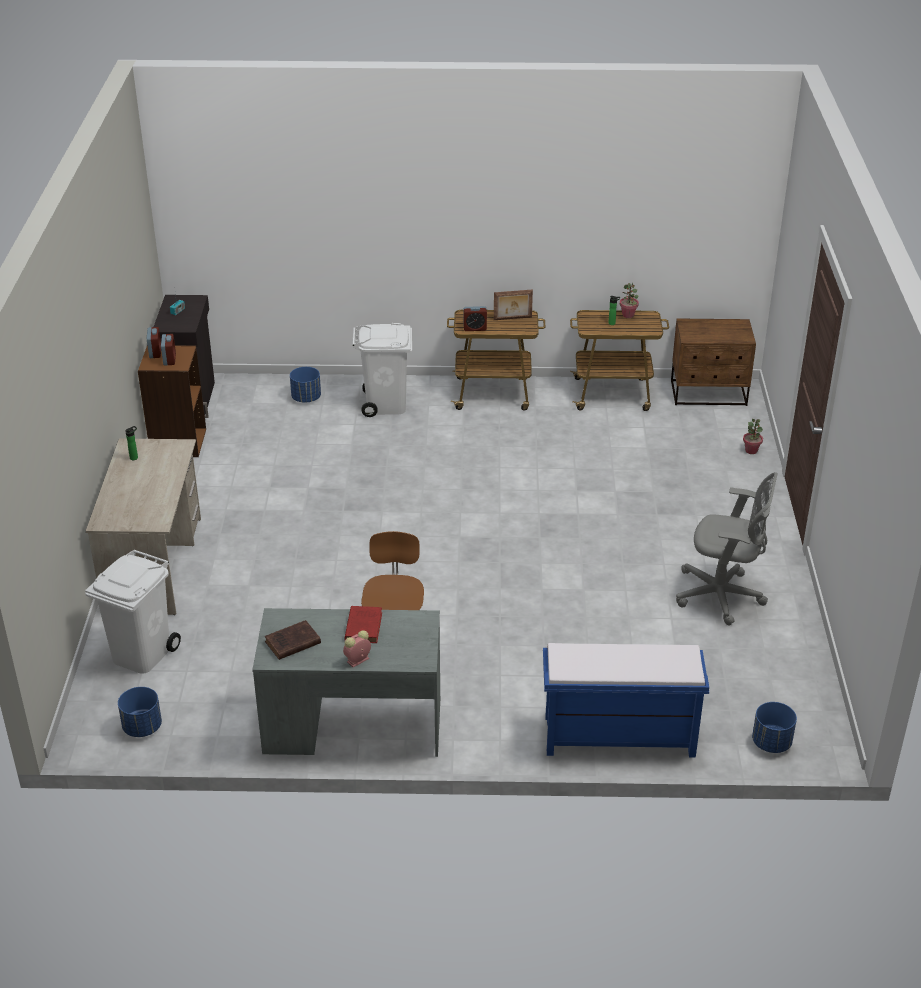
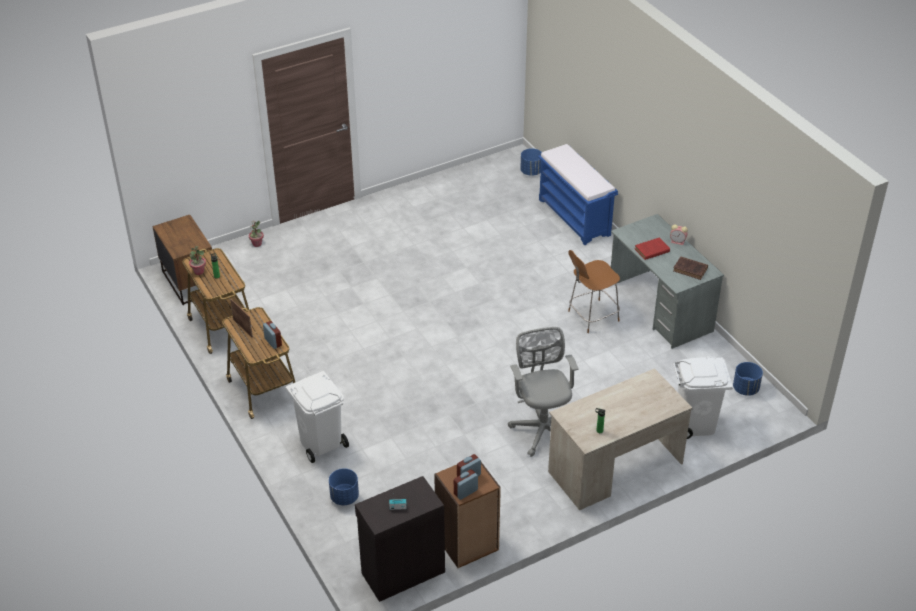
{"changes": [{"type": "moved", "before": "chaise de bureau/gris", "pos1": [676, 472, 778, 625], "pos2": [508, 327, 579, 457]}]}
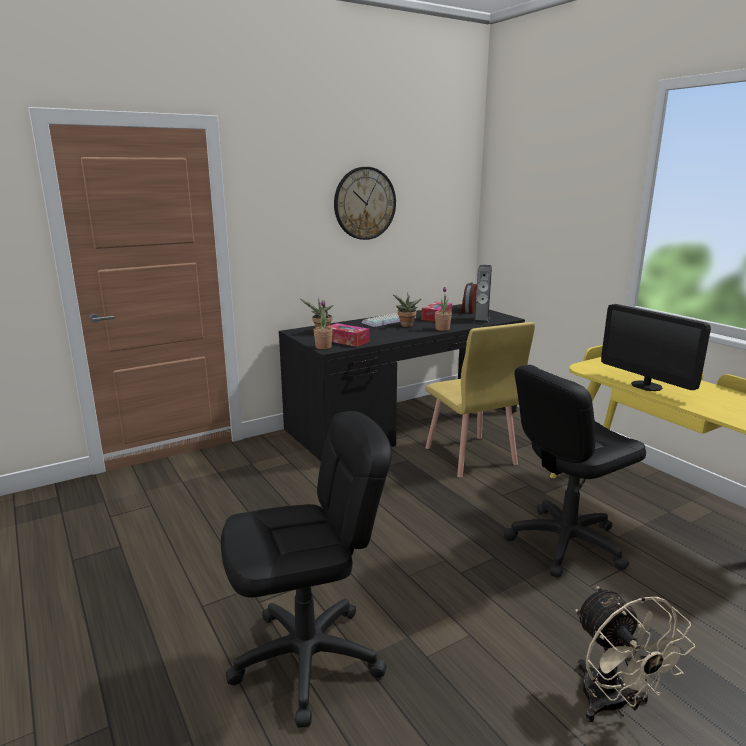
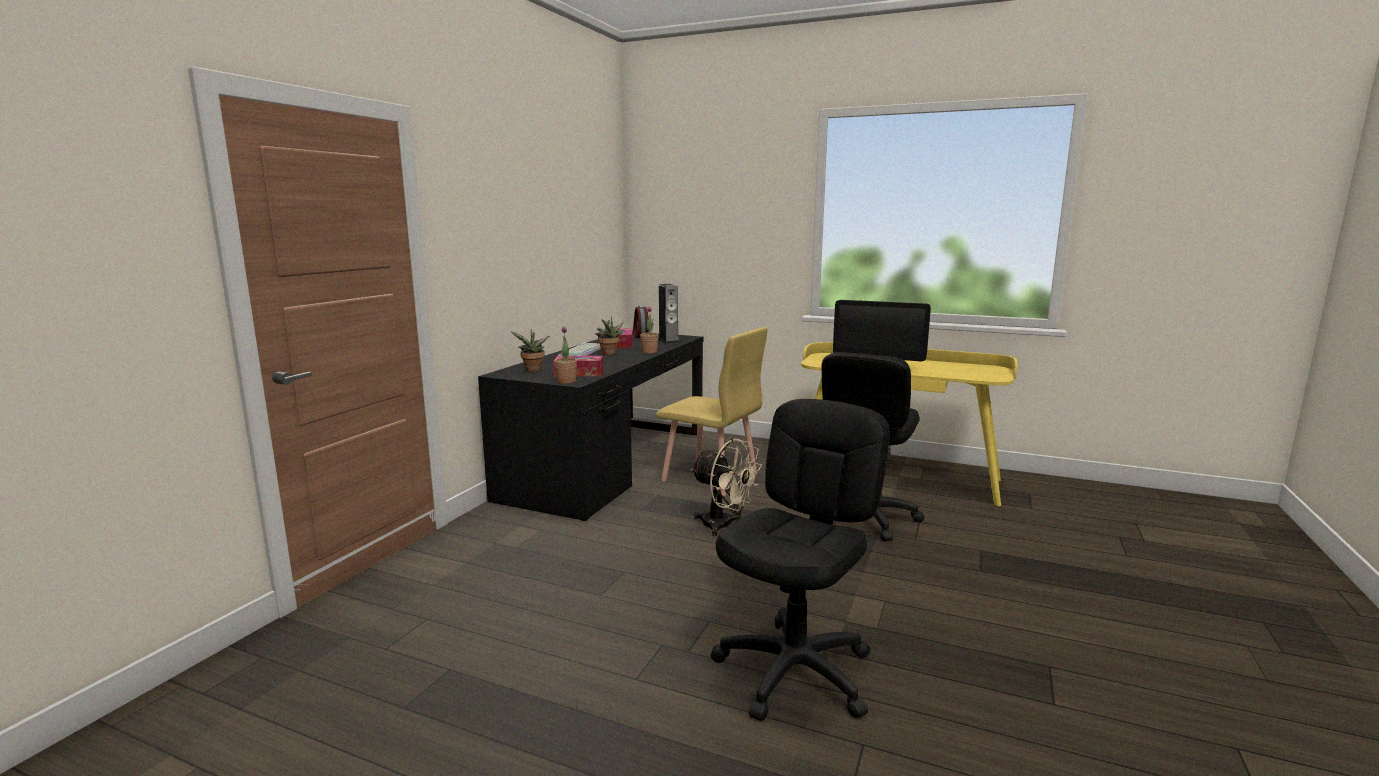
{"changes": [{"type": "moved", "before": "ventilateur/beige", "pos1": [575, 586, 695, 722], "pos2": [691, 439, 762, 536]}, {"type": "removed", "before": "horloge murale", "pos1": [334, 167, 396, 240]}]}
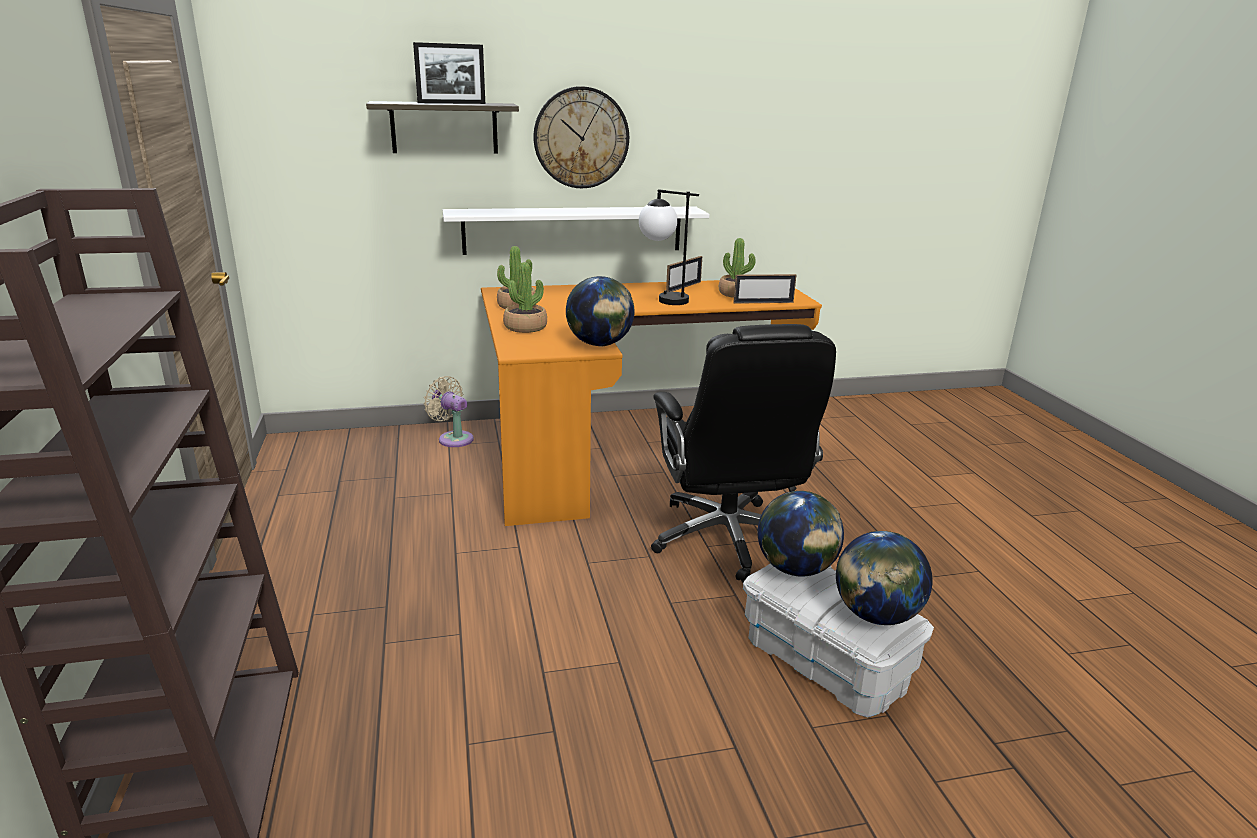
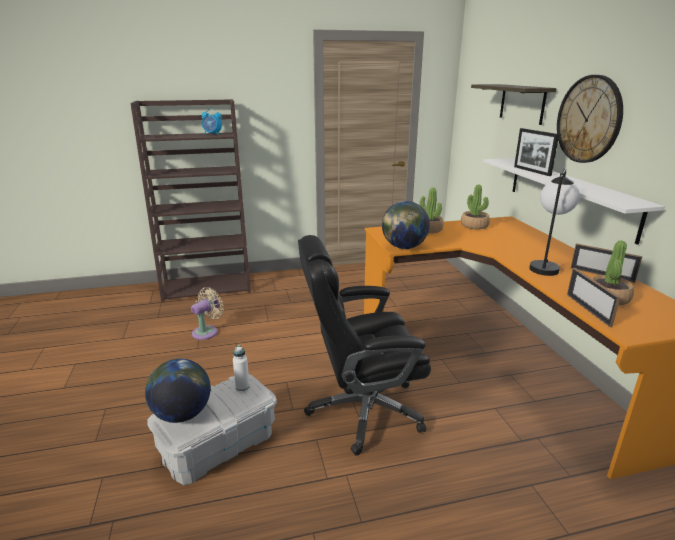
{"changes": [{"type": "moved", "before": "ventilateur/beige", "pos1": [424, 376, 474, 447], "pos2": [191, 287, 224, 340]}, {"type": "added", "after": "réveil", "pos2": [202, 109, 222, 135]}, {"type": "replaced", "before": "globe", "after": "bouteille/blanc", "pos1": [758, 491, 844, 577], "pos2": [233, 345, 250, 391]}, {"type": "moved", "before": "cadre photo", "pos1": [413, 42, 485, 104], "pos2": [514, 128, 559, 176]}]}
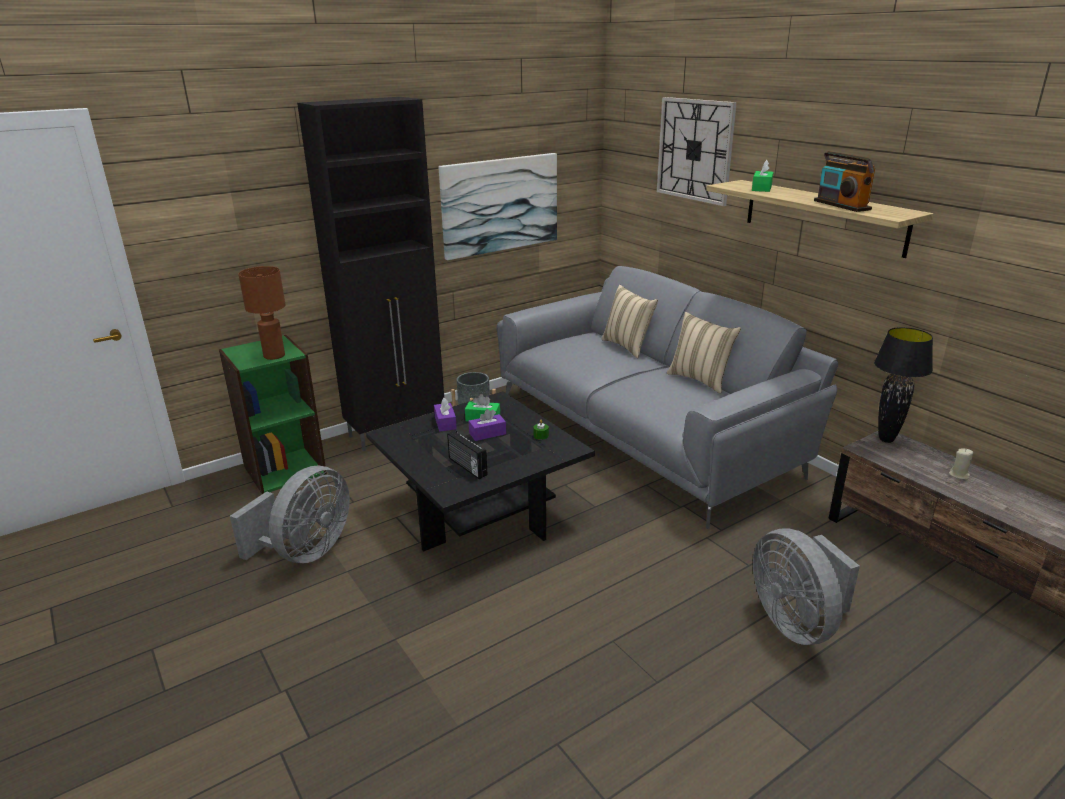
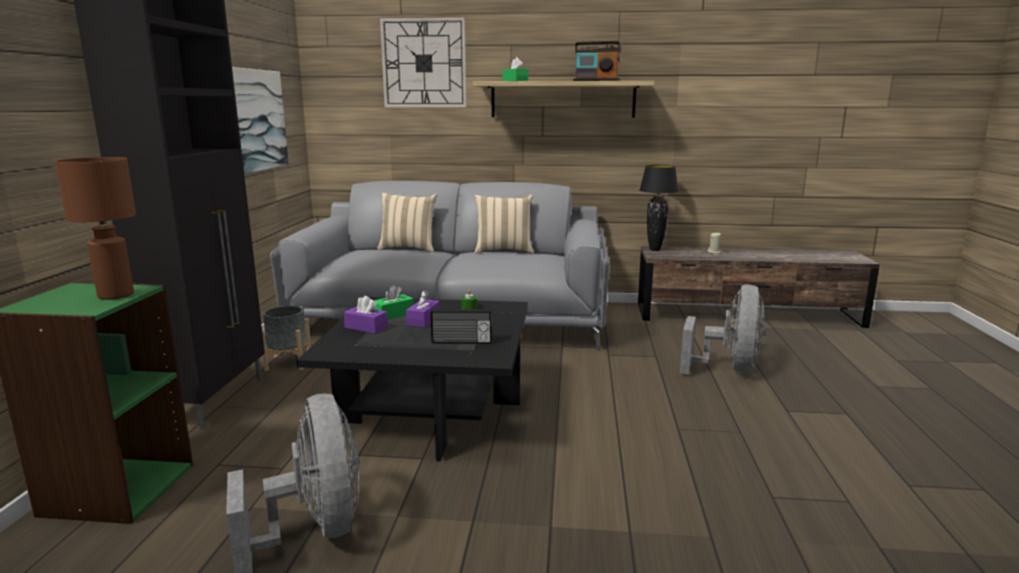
{"changes": [{"type": "turned", "before": "ventilateur/gris", "pos1": [753, 528, 860, 645], "pos2": [680, 285, 766, 374], "turn": -90}]}
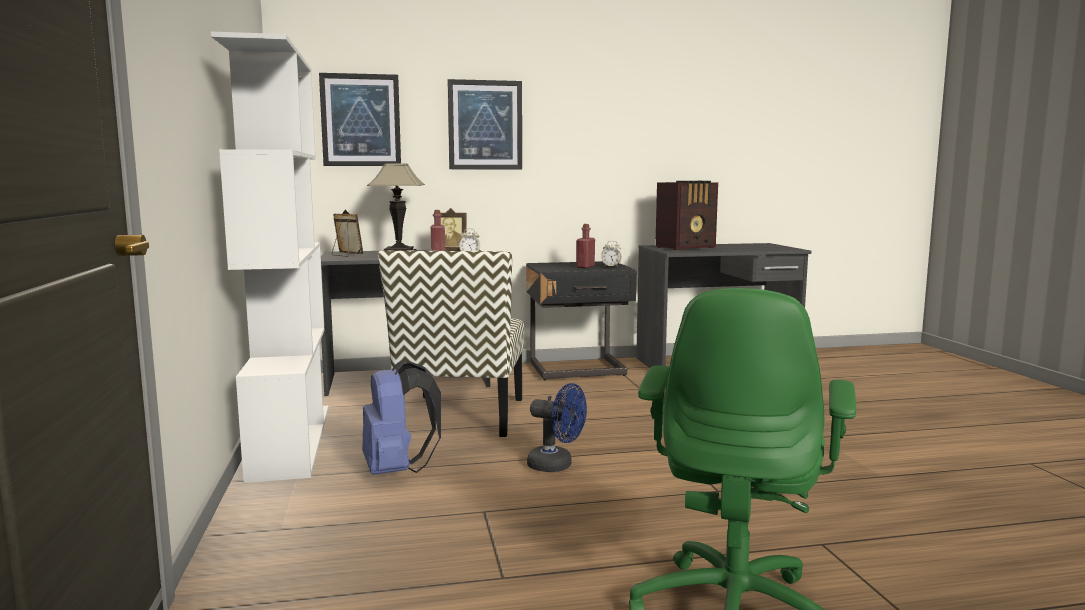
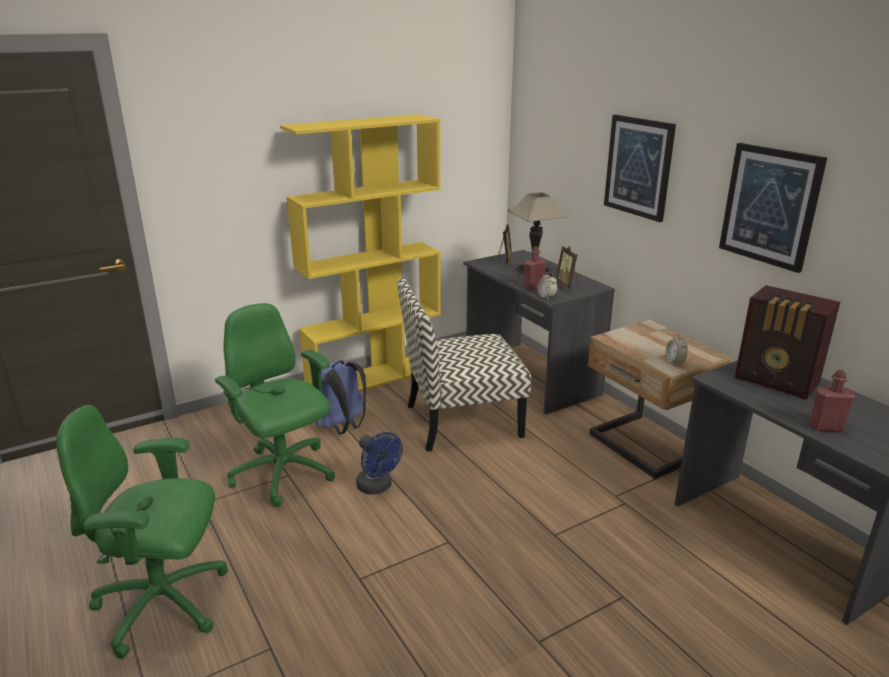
{"changes": [{"type": "added", "after": "chaise de bureau/vert", "pos2": [215, 303, 335, 507]}, {"type": "recoloured", "before": "bibliothèque/blanc", "after": "bibliothèque/jaune", "pos1": [211, 32, 329, 483], "pos2": [280, 114, 441, 391]}, {"type": "turned", "before": "ventilateur/bleu", "pos1": [527, 383, 587, 472], "pos2": [356, 432, 403, 494], "turn": -45}, {"type": "recoloured", "before": "table de chevet/noir", "after": "table de chevet/beige", "pos1": [526, 261, 637, 380], "pos2": [588, 320, 731, 479]}, {"type": "moved", "before": "tableau", "pos1": [319, 73, 401, 166], "pos2": [719, 143, 827, 273]}, {"type": "moved", "before": "bouteille/rouge", "pos1": [576, 224, 595, 268], "pos2": [810, 370, 855, 432]}]}
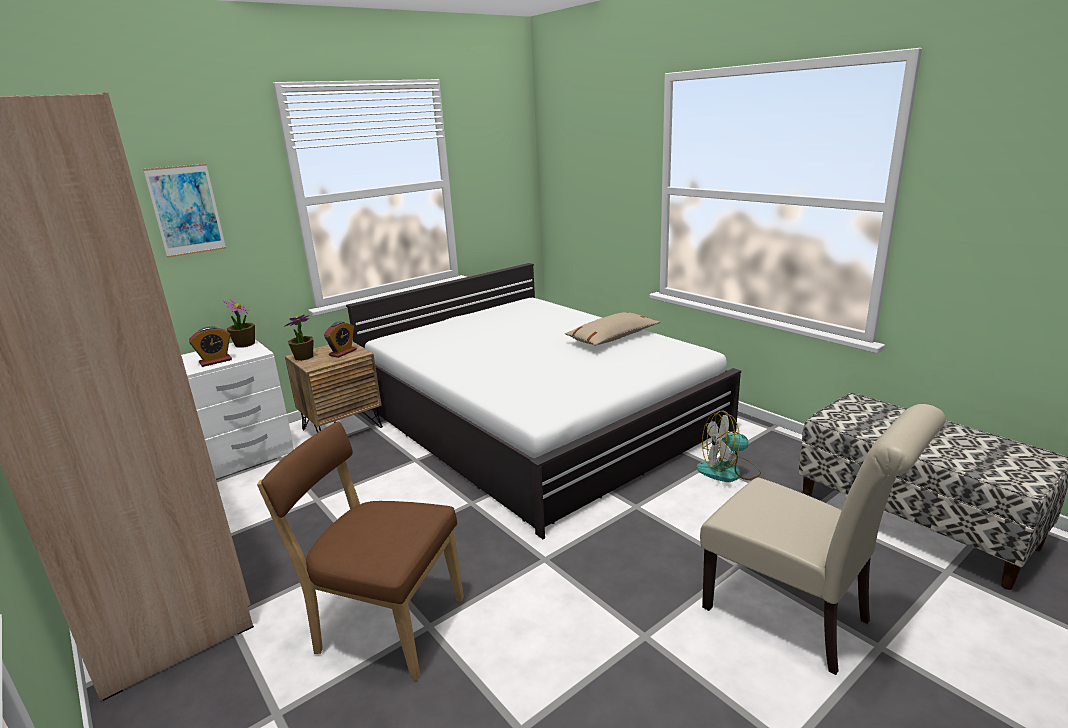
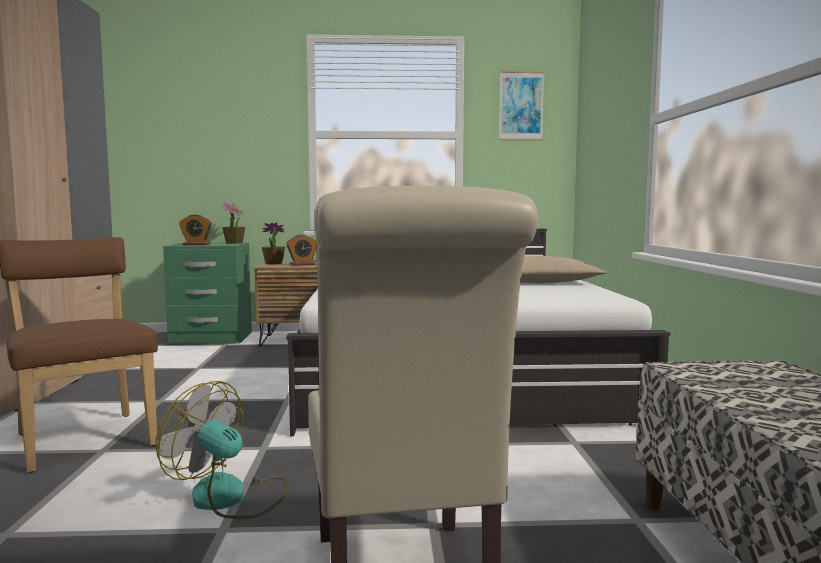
{"changes": [{"type": "moved", "before": "ventilateur", "pos1": [697, 411, 761, 482], "pos2": [155, 381, 288, 519]}, {"type": "recoloured", "before": "table de chevet/blanc", "after": "table de chevet/vert", "pos1": [181, 339, 294, 479], "pos2": [163, 243, 252, 344]}, {"type": "moved", "before": "tableau", "pos1": [143, 164, 226, 258], "pos2": [499, 71, 544, 140]}]}
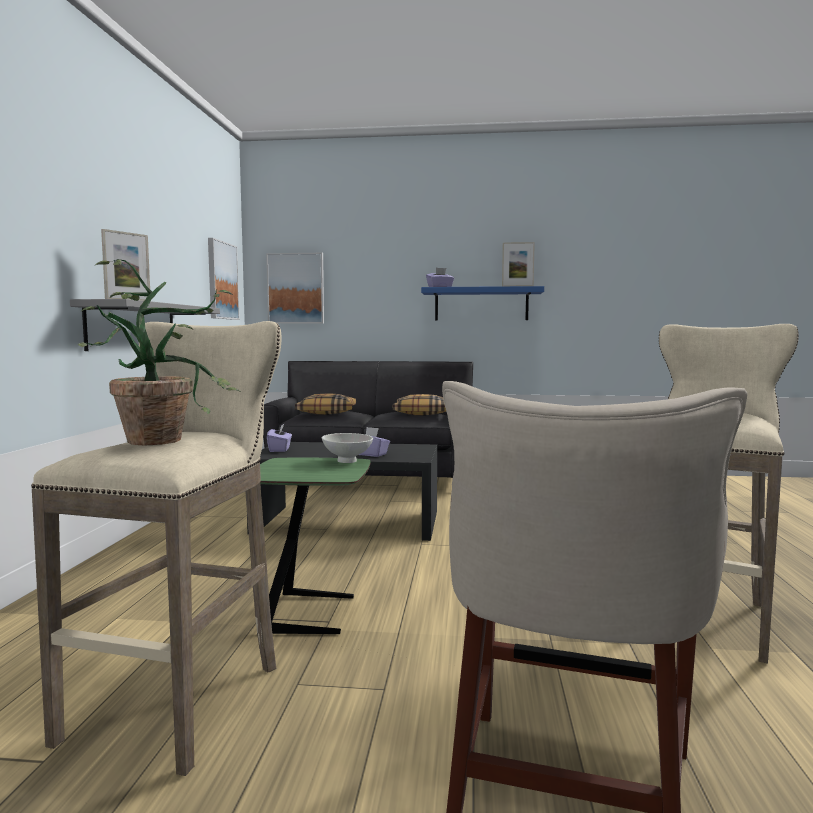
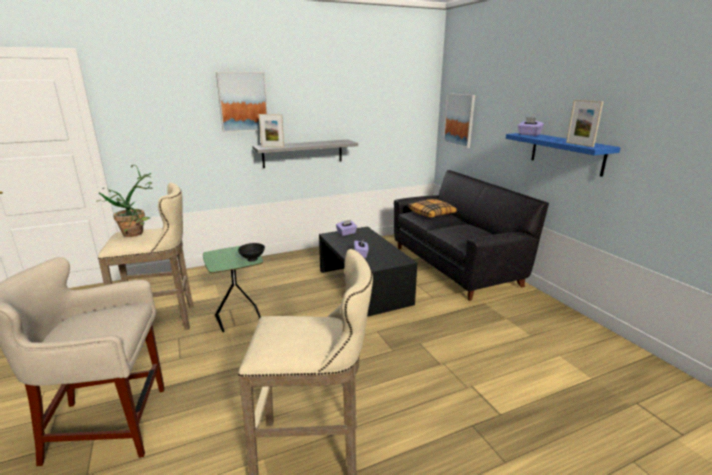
{"changes": [{"type": "moved", "before": "tableau", "pos1": [208, 238, 240, 320], "pos2": [216, 72, 268, 132]}, {"type": "recoloured", "before": "bol/blanc", "after": "bol/noir", "pos1": [322, 433, 373, 463], "pos2": [238, 243, 265, 262]}, {"type": "removed", "before": "coussin", "pos1": [393, 394, 446, 416]}]}
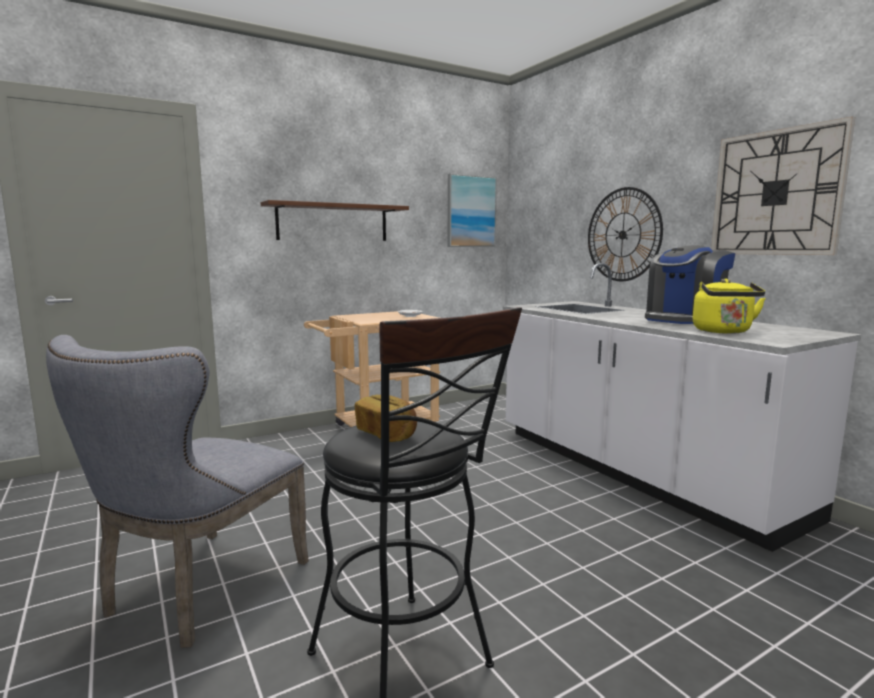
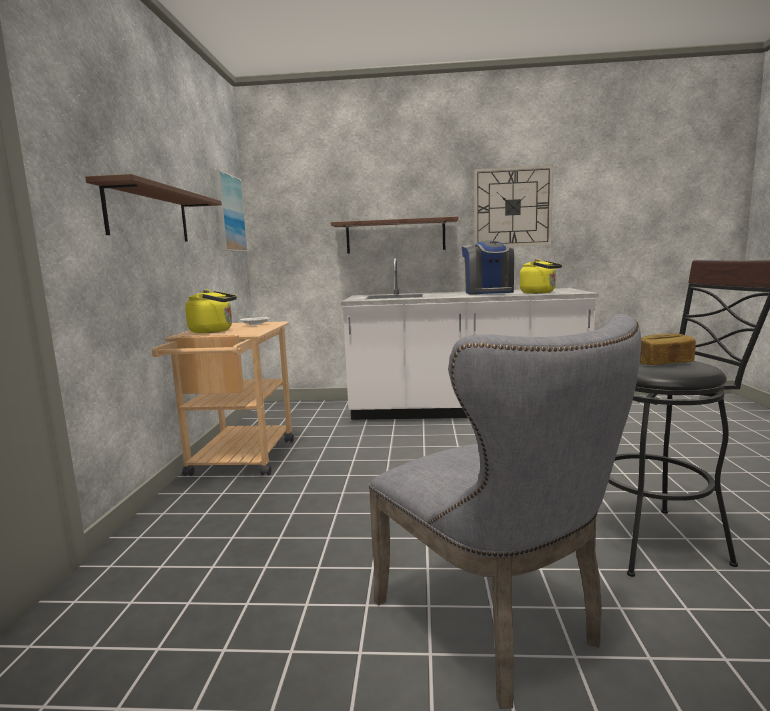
{"changes": [{"type": "added", "after": "bouilloire/jaune", "pos2": [185, 289, 237, 333]}, {"type": "replaced", "before": "horloge murale", "after": "étagère/marron", "pos1": [588, 187, 663, 281], "pos2": [331, 217, 458, 254]}]}
